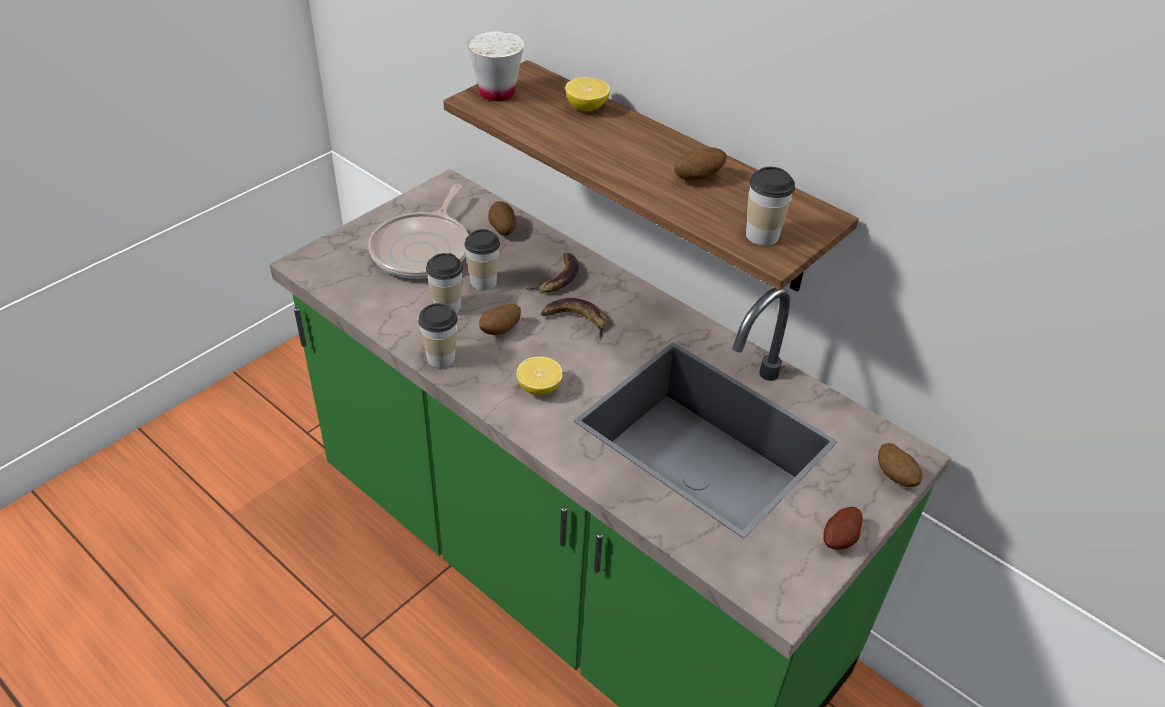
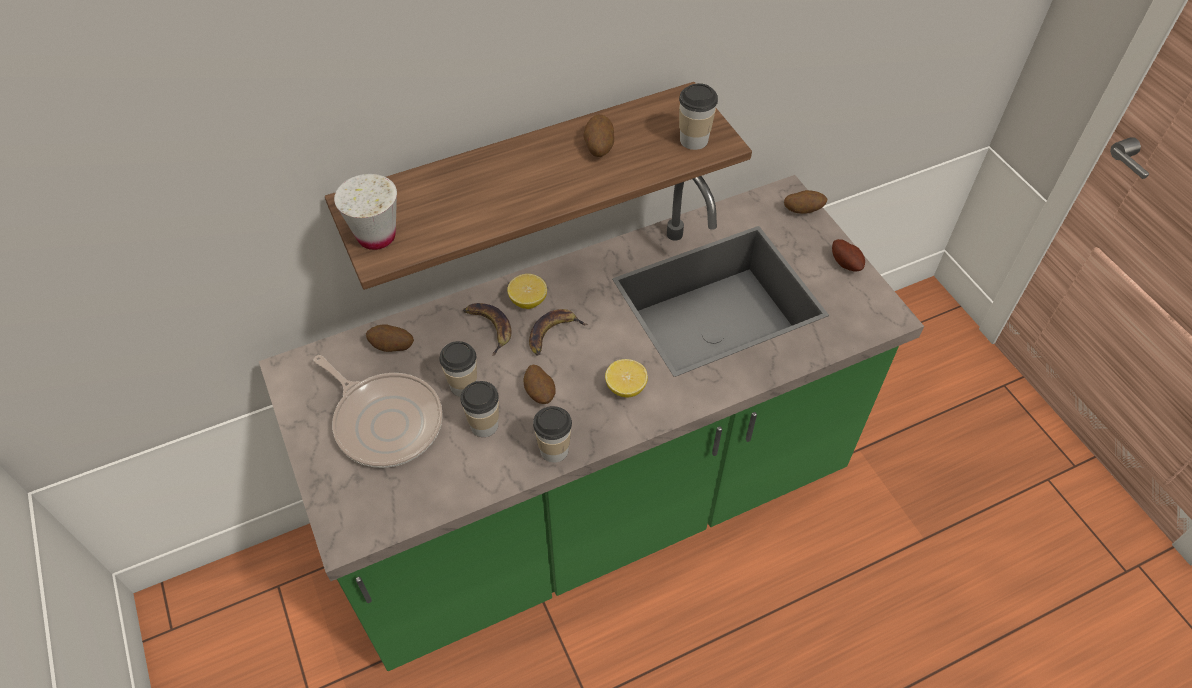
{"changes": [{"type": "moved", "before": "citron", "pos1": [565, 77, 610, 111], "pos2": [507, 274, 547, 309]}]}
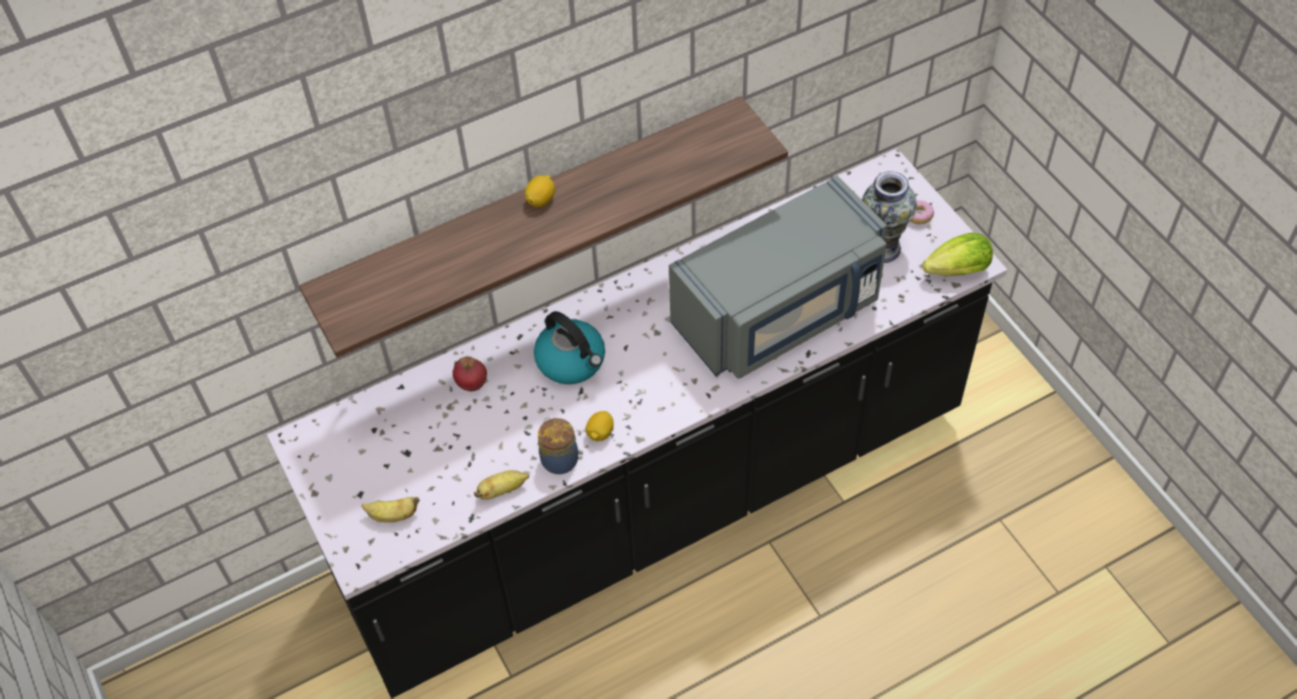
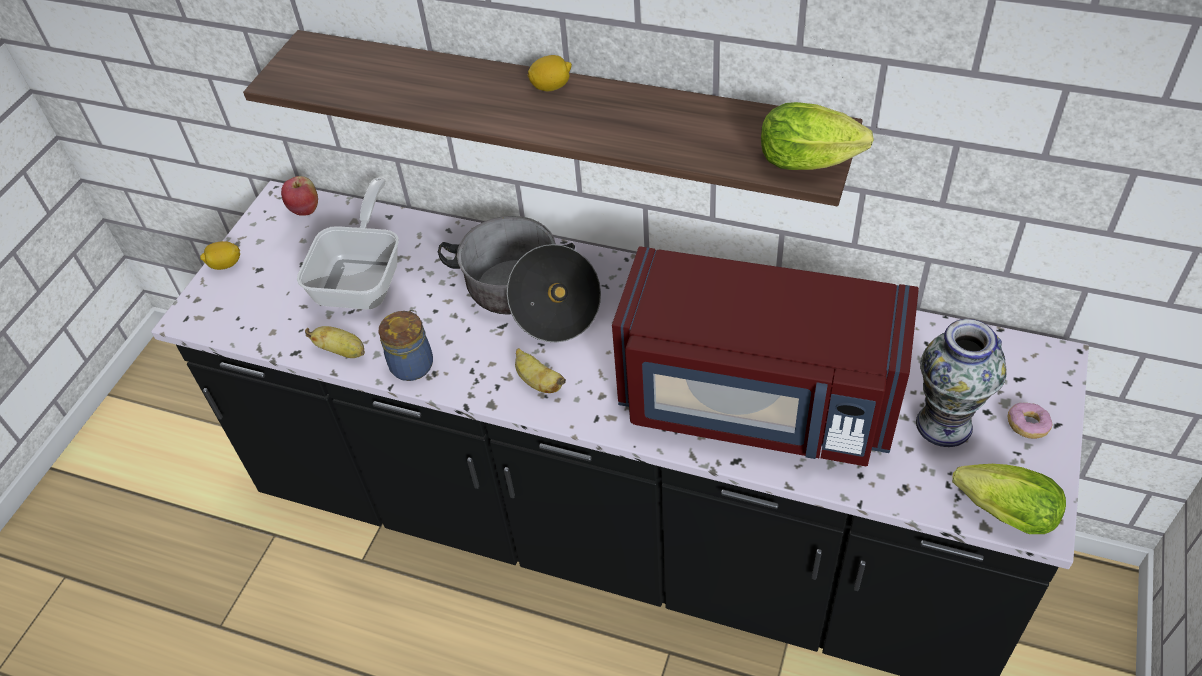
{"changes": [{"type": "moved", "before": "citron", "pos1": [585, 411, 614, 441], "pos2": [200, 241, 240, 270]}, {"type": "moved", "before": "pomme", "pos1": [453, 356, 487, 391], "pos2": [281, 176, 318, 216]}, {"type": "added", "after": "poêle", "pos2": [297, 178, 399, 310]}, {"type": "replaced", "before": "bouilloire", "after": "marmite", "pos1": [534, 311, 605, 384], "pos2": [438, 216, 601, 342]}, {"type": "moved", "before": "banane", "pos1": [362, 497, 420, 522], "pos2": [515, 348, 566, 393]}, {"type": "recoloured", "before": "micro-ondes/gris", "after": "micro-ondes/rouge", "pos1": [669, 176, 887, 379], "pos2": [612, 246, 919, 467]}, {"type": "added", "after": "laitue", "pos2": [761, 102, 874, 170]}]}
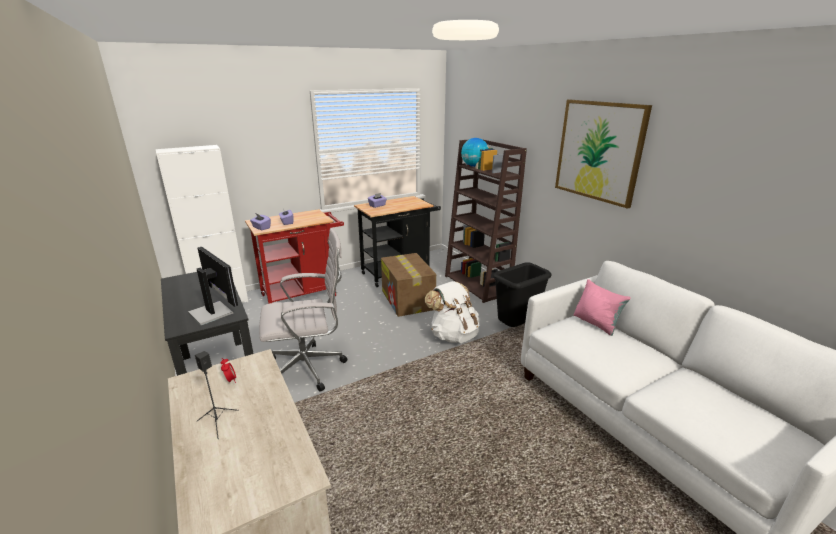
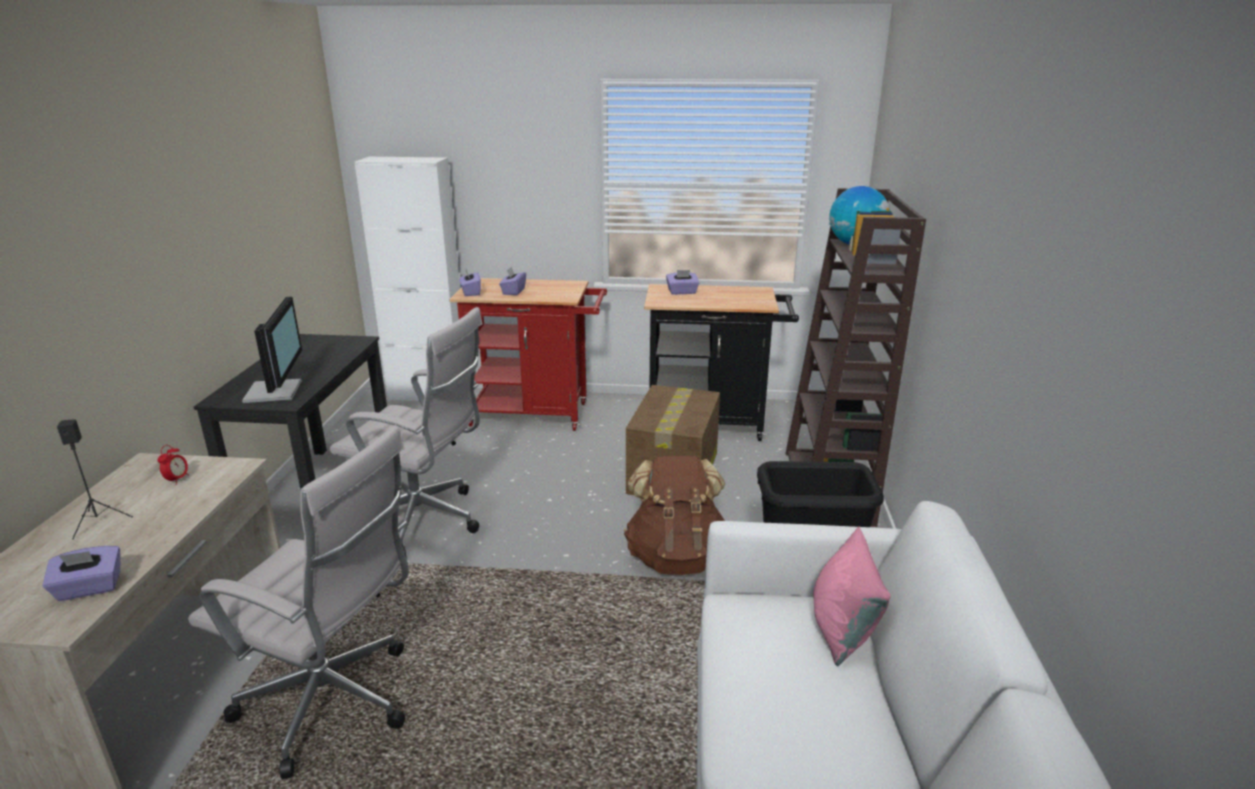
{"changes": [{"type": "added", "after": "boîte à mouchoirs/violet", "pos2": [43, 546, 120, 601]}, {"type": "added", "after": "chaise de bureau/blanc", "pos2": [188, 425, 409, 779]}, {"type": "recoloured", "before": "sac à dos/blanc", "after": "sac à dos/marron", "pos1": [425, 281, 480, 343], "pos2": [624, 456, 725, 575]}, {"type": "removed", "before": "tableau", "pos1": [555, 100, 652, 209]}]}
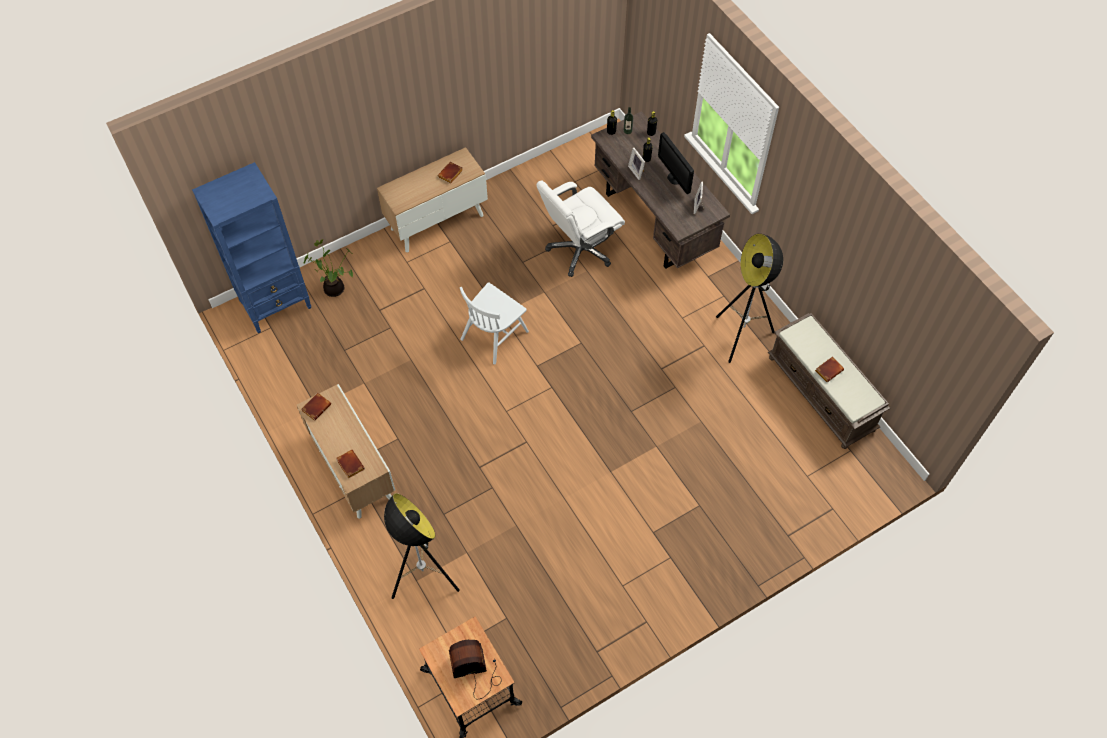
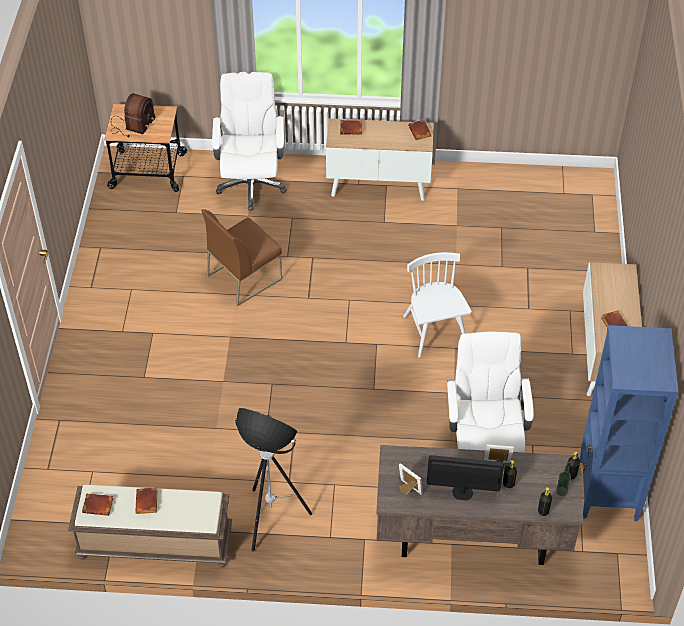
{"changes": [{"type": "added", "after": "livre/marron", "pos2": [82, 493, 113, 516]}, {"type": "added", "after": "chaise/marron", "pos2": [201, 209, 282, 306]}, {"type": "replaced", "before": "lampadaire", "after": "chaise de bureau/blanc", "pos1": [384, 493, 460, 599], "pos2": [212, 72, 287, 211]}, {"type": "moved", "before": "bibliothèque/bleu", "pos1": [192, 162, 311, 333], "pos2": [580, 325, 678, 521]}, {"type": "removed", "before": "plante en pot", "pos1": [303, 239, 353, 297]}]}
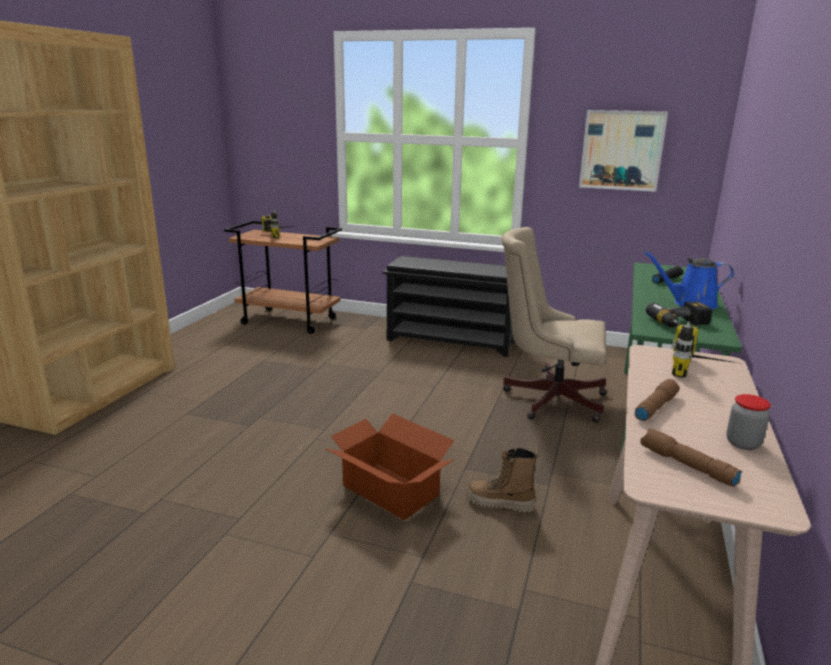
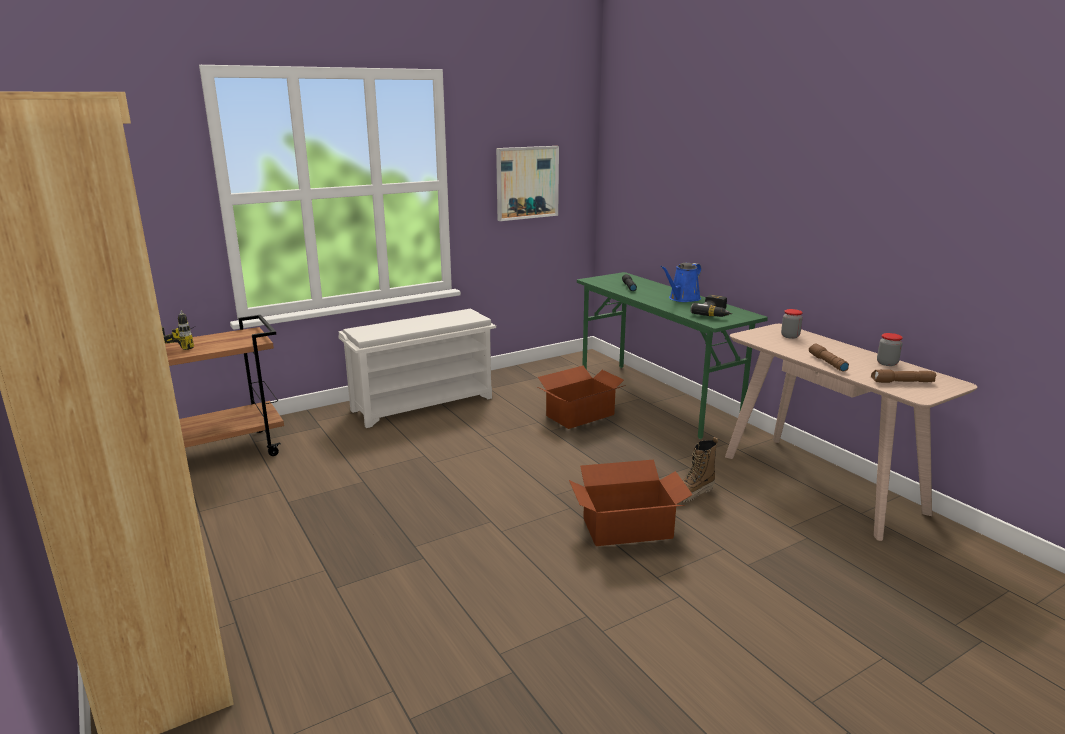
{"changes": [{"type": "recoloured", "before": "étagère à chaussures/noir", "after": "étagère à chaussures/blanc", "pos1": [382, 256, 515, 357], "pos2": [338, 309, 496, 428]}, {"type": "replaced", "before": "chaise de bureau/beige", "after": "carton", "pos1": [501, 227, 607, 422], "pos2": [538, 366, 626, 429]}, {"type": "replaced", "before": "perceuse", "after": "bocal", "pos1": [671, 321, 743, 378], "pos2": [781, 309, 803, 339]}]}
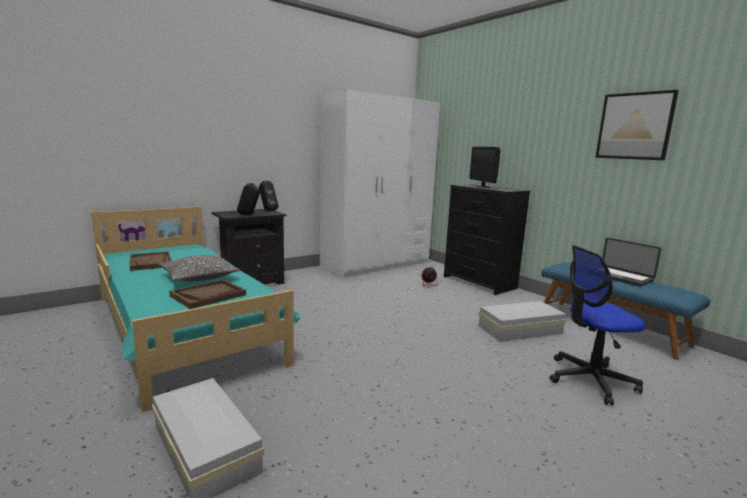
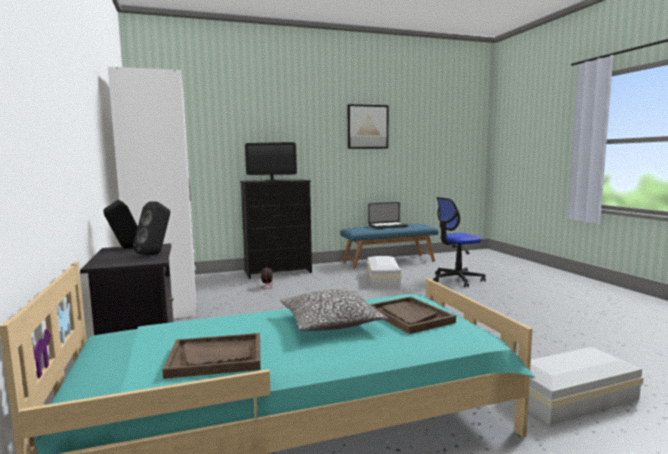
{"changes": [{"type": "turned", "before": "chaise de bureau", "pos1": [549, 245, 646, 405], "pos2": [433, 197, 486, 287], "turn": 60}]}
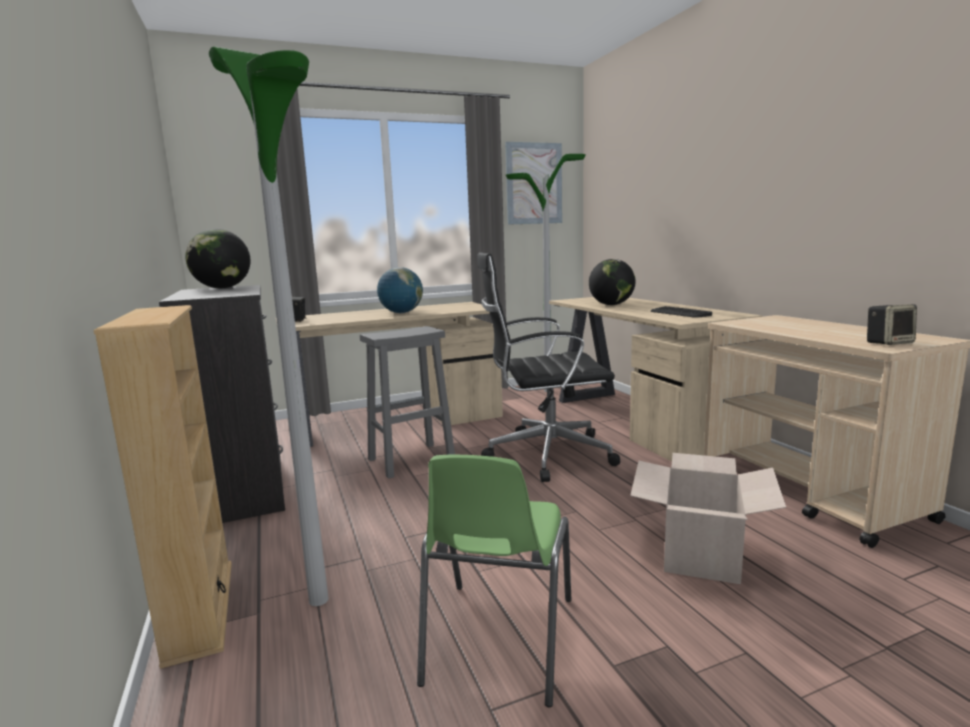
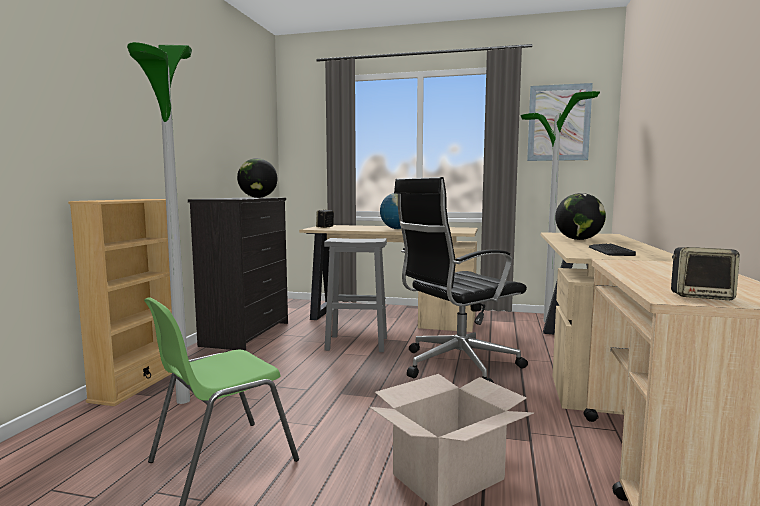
{"changes": [{"type": "turned", "before": "chaise de bureau/noir", "pos1": [477, 252, 620, 482], "pos2": [394, 177, 528, 383], "turn": -60}]}
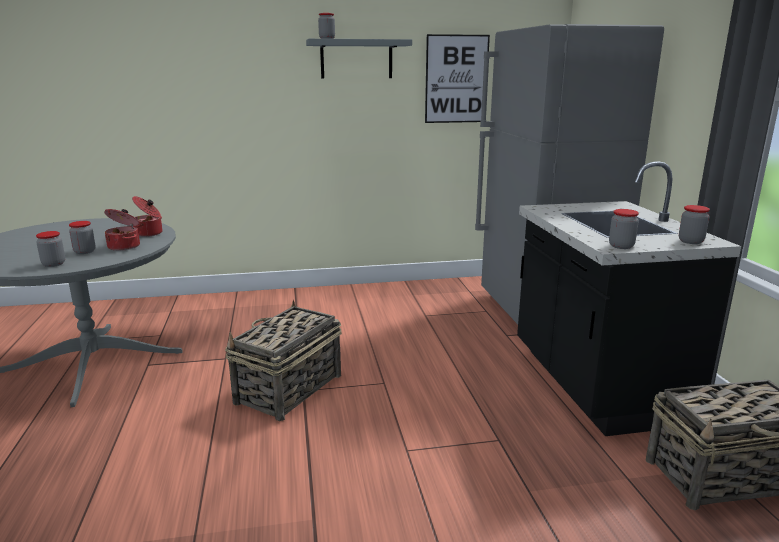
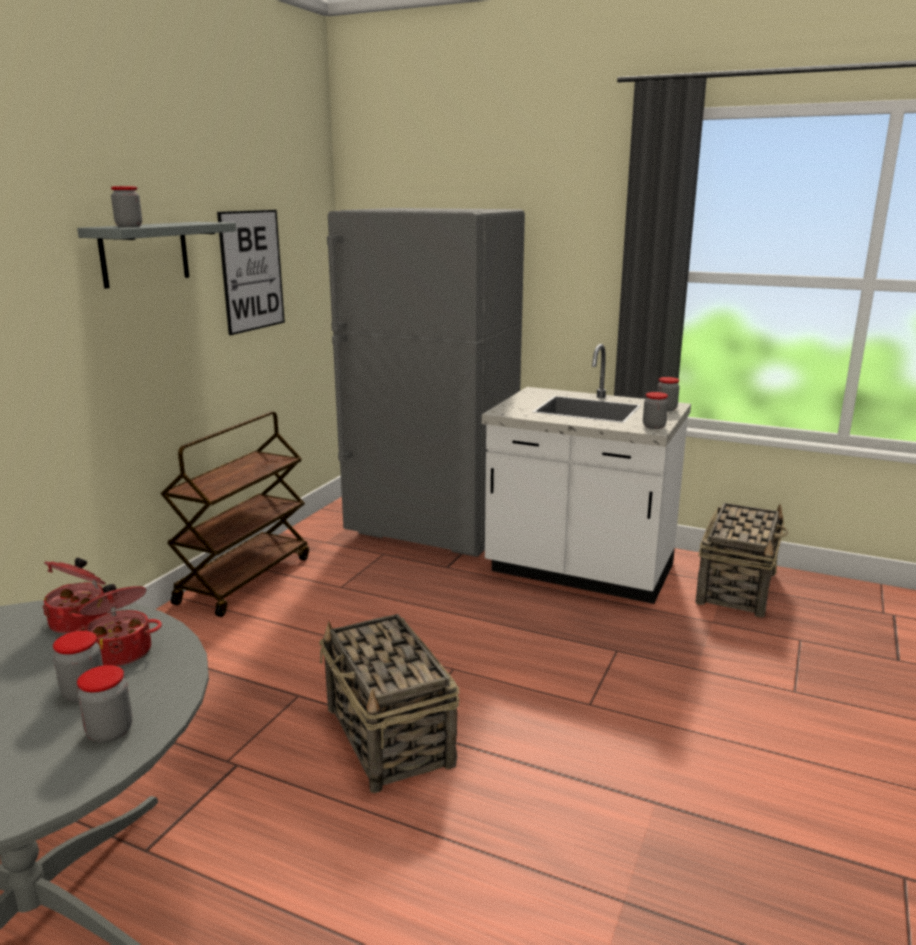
{"changes": [{"type": "added", "after": "chariot/marron", "pos2": [161, 412, 309, 617]}, {"type": "recoloured", "before": "comptoir de cuisine/noir", "after": "comptoir de cuisine/blanc", "pos1": [517, 161, 741, 436], "pos2": [482, 344, 691, 604]}]}
